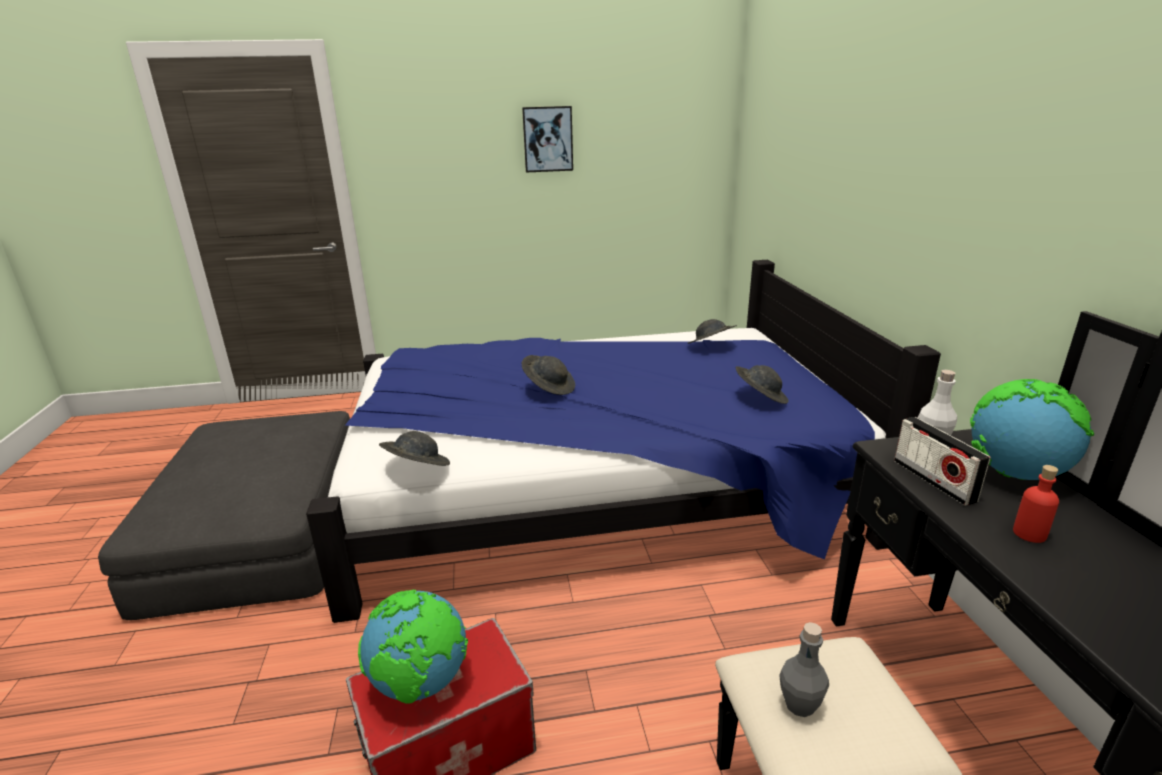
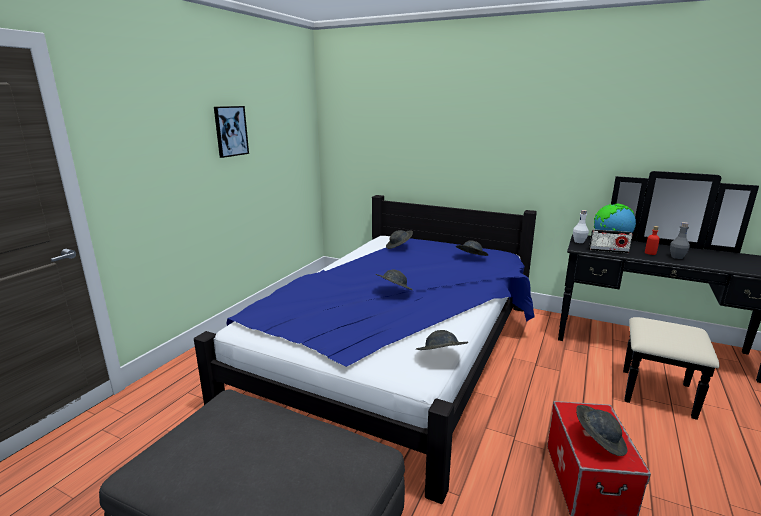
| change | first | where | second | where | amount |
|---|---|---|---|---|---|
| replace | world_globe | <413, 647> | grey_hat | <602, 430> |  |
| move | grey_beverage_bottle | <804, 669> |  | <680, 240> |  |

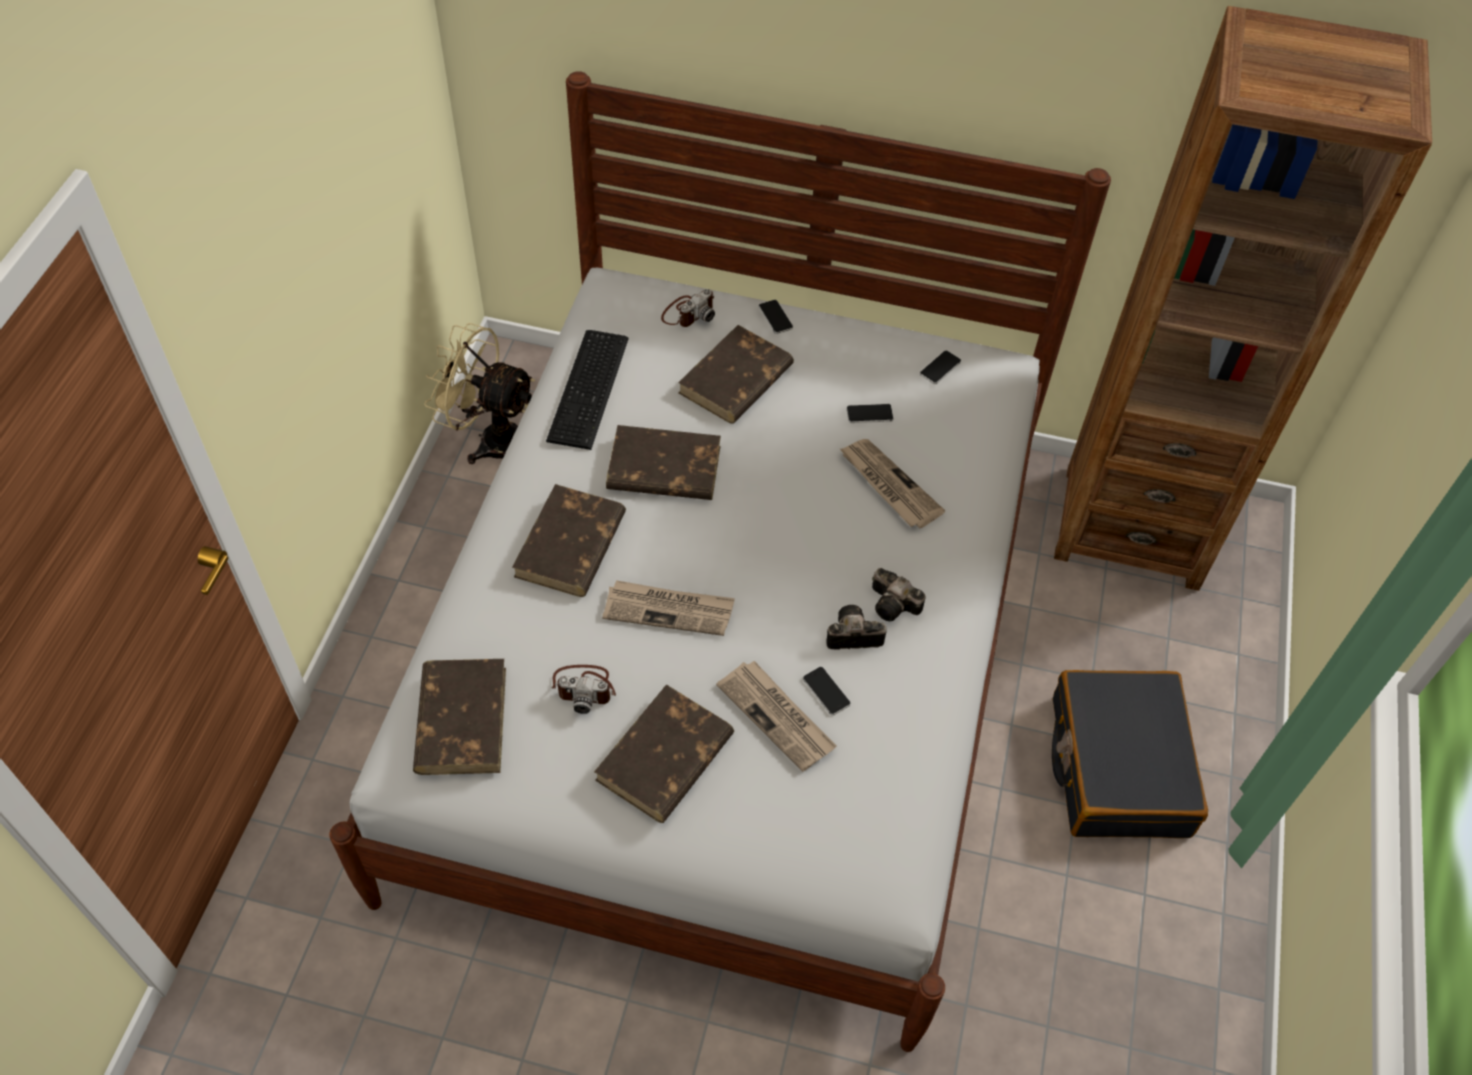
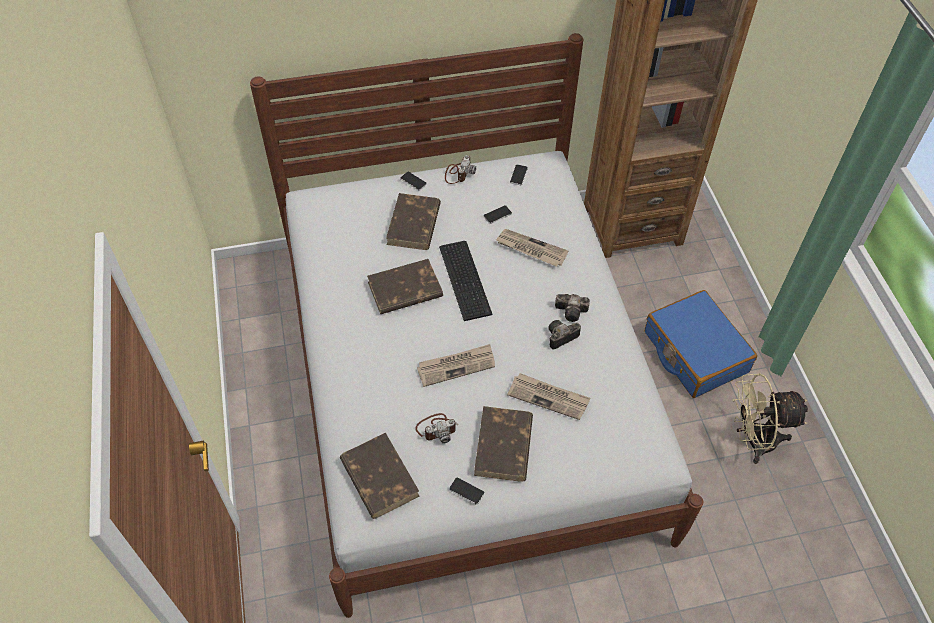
| change | first | where | second | where | amount |
|---|---|---|---|---|---|
| move | PC_keyboard | <587, 390> |  | <466, 281> |  |
| move | photo_camera | <688, 308> |  | <460, 169> |  |
| move | handset | <827, 691> |  | <467, 491> |  |
| recolor | black_travel_case | <1130, 754> | blue_travel_case | <701, 344> |  |
| move | beige-coloured_electric_fan | <479, 393> |  | <770, 418> |  |
| delete | brown-coloured_book | <569, 540> |  |  |  |

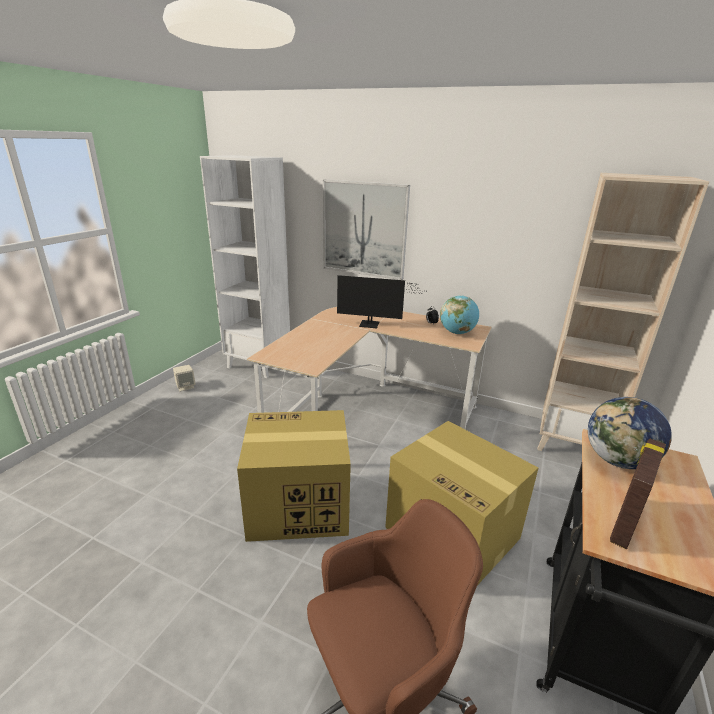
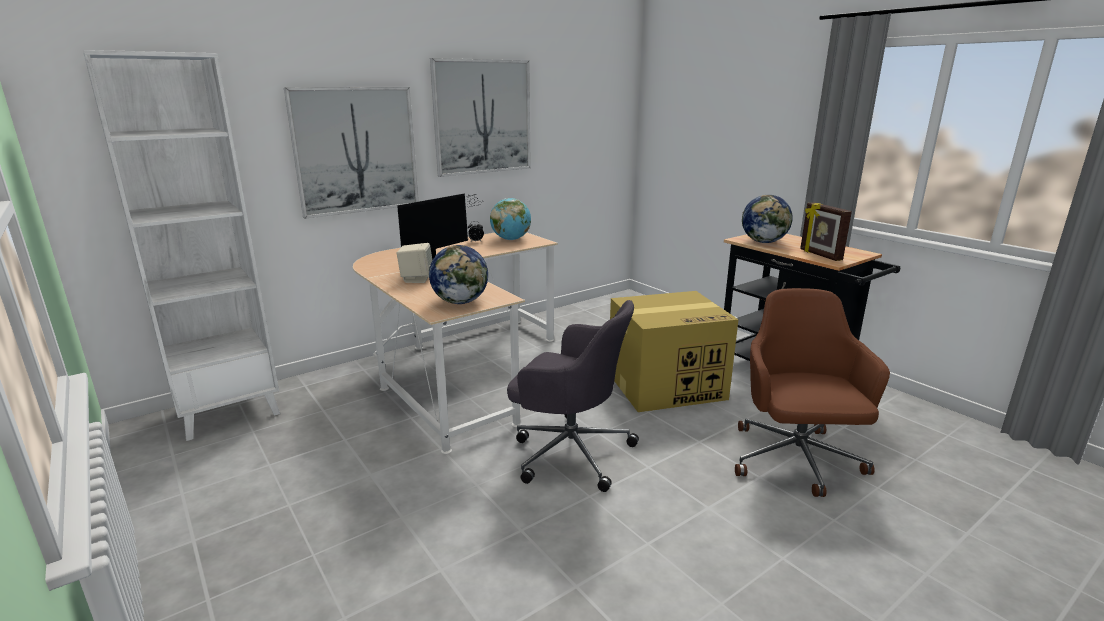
| change | first | where | second | where | amount |
|---|---|---|---|---|---|
| move | beige-coloured_audio_speaker | <184, 378> |  | <414, 263> |  |
| insert |  |  | world_globe | <458, 274> |  |
| insert |  |  | wall_art | <480, 117> |  |
| replace | packing_box | <294, 476> | grey_computer_chair | <573, 396> |  |
| delete | beige-coloured_bookcase | <623, 312> |  |  |  |

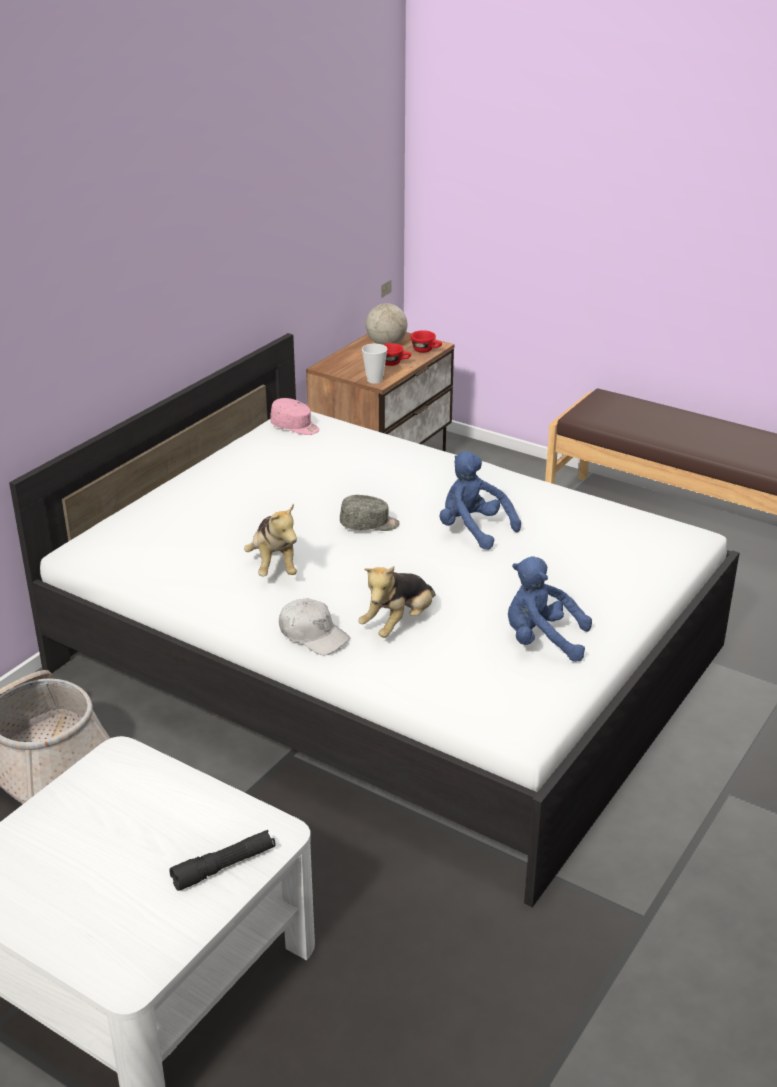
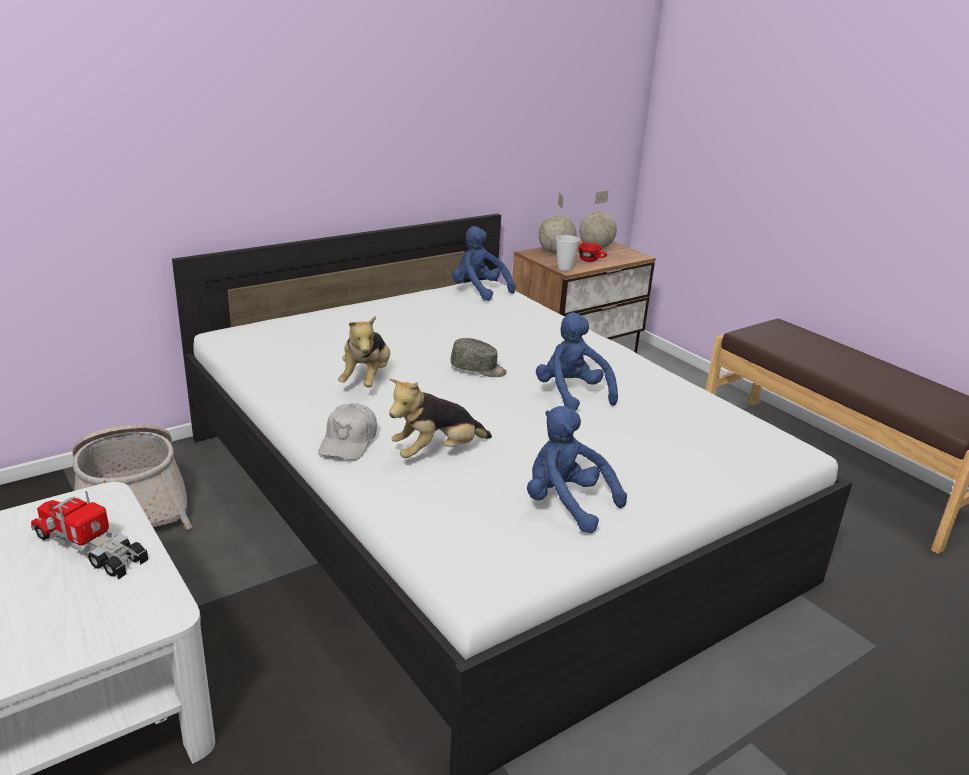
| change | first | where | second | where | amount |
|---|---|---|---|---|---|
| insert |  |  | model_truck | <89, 535> |  |
| rotate | white-coloured_cap | <314, 626> |  | <348, 431> | 45 degrees clockwise |
| replace | pink_cap | <294, 416> | blue_soft_toy | <484, 263> |  |
| insert |  |  | world_globe | <557, 223> |  |
| delete | black_flashlight | <222, 860> |  |  |  |
| delete | reddish_cup | <426, 341> |  |  |  |

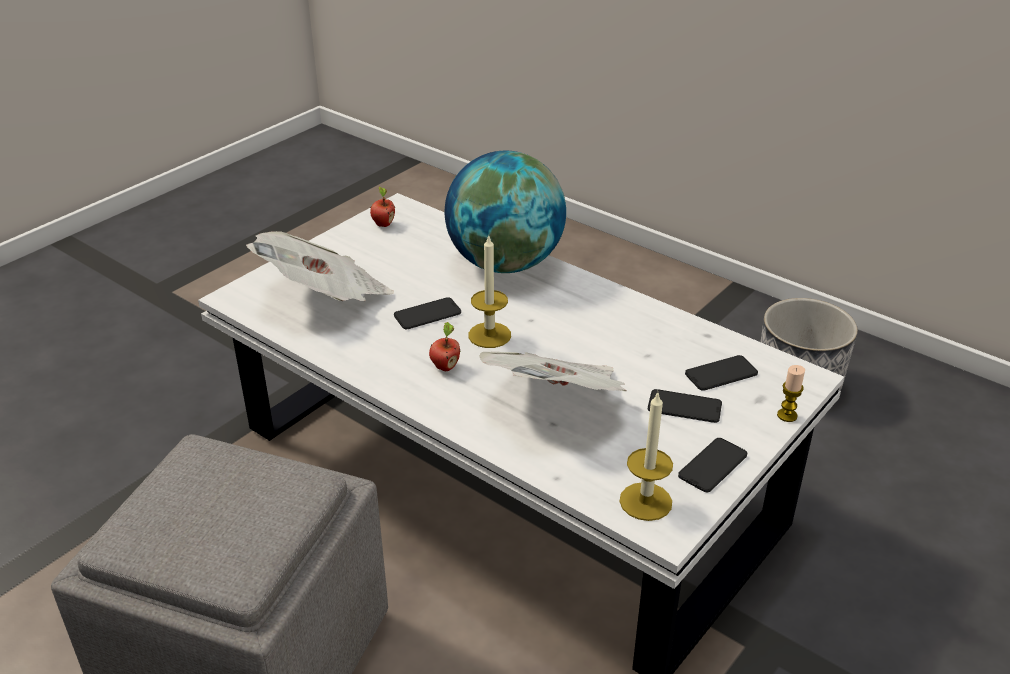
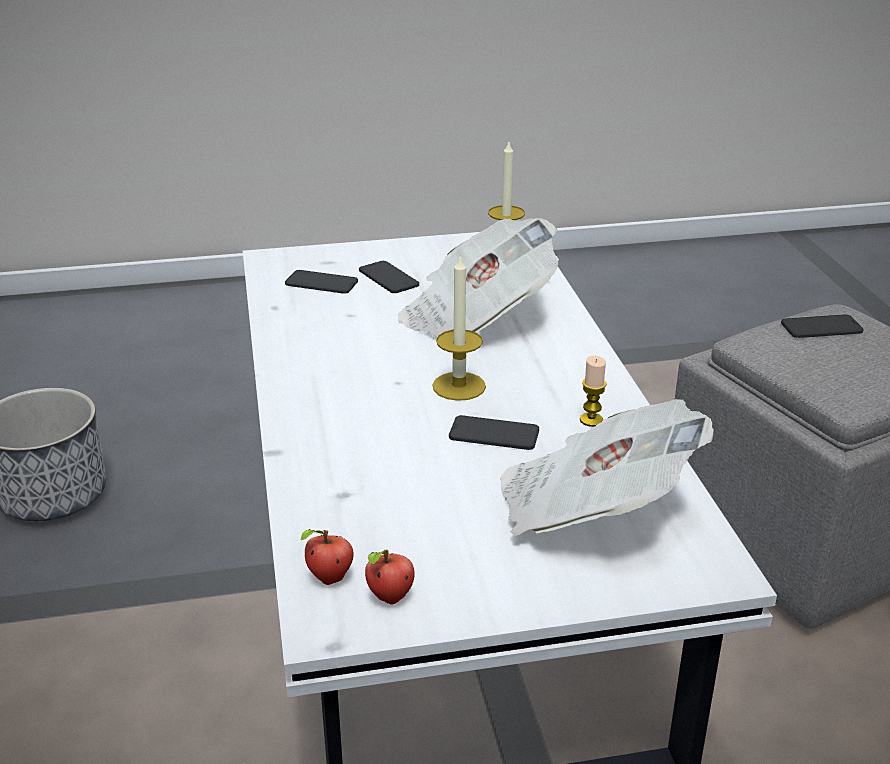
| change | first | where | second | where | amount |
|---|---|---|---|---|---|
| move | apple | <444, 346> |  | <327, 557> |  |
| move | candle | <791, 393> |  | <593, 391> |  |
| move | handset | <712, 465> |  | <822, 326> |  |
| delete | world_globe | <505, 212> |  |  |  |

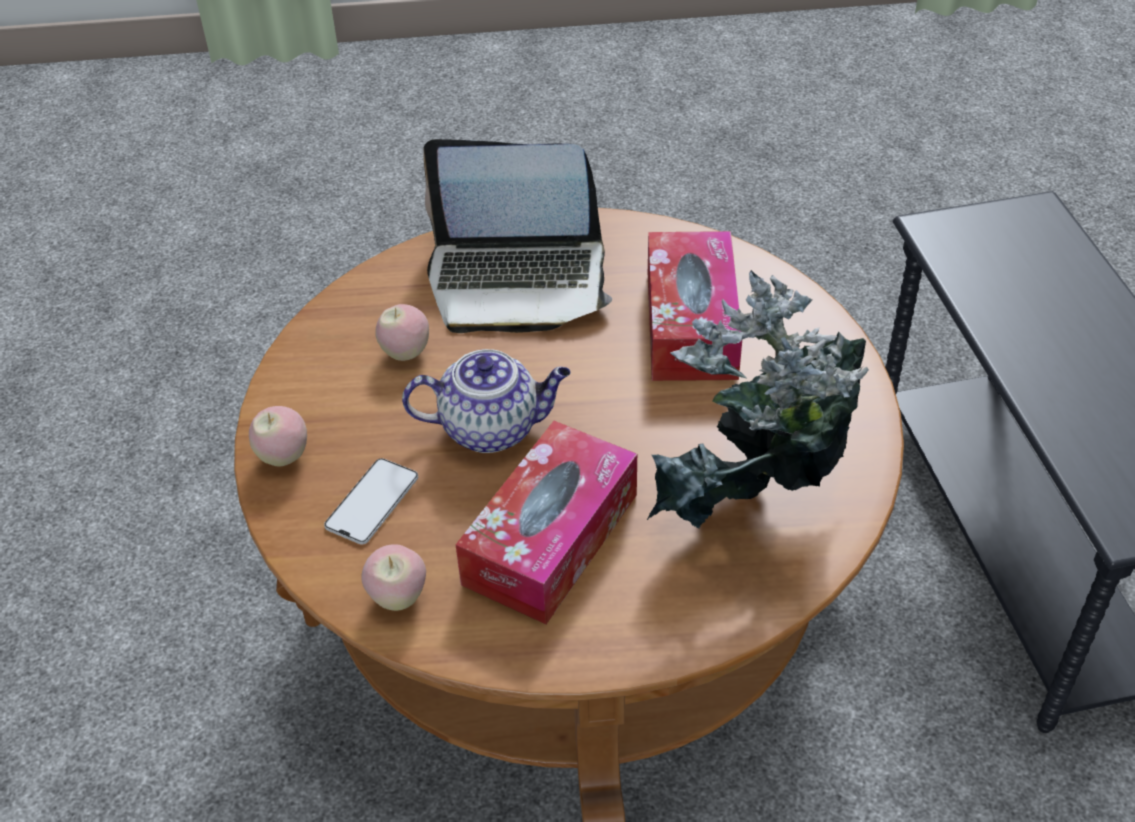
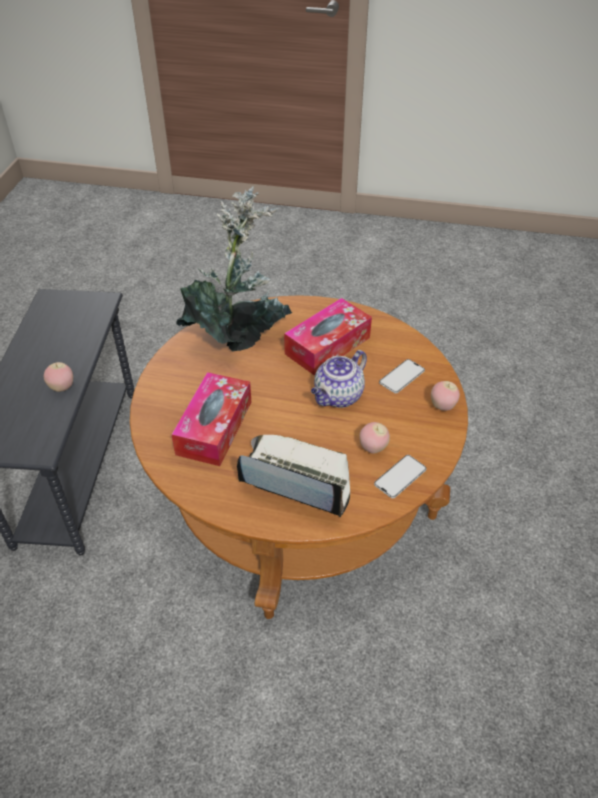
| change | first | where | second | where | amount |
|---|---|---|---|---|---|
| move | apple | <393, 577> |  | <58, 377> |  |
| rotate | teapot | <486, 401> |  | <339, 379> | 60 degrees counterclockwise |
| insert |  |  | handset | <400, 476> |  |

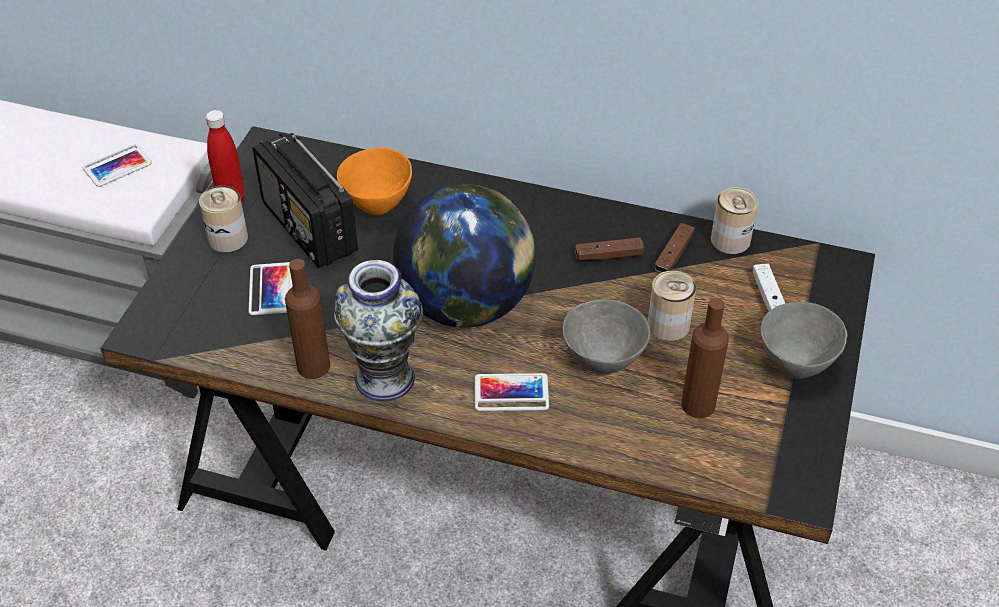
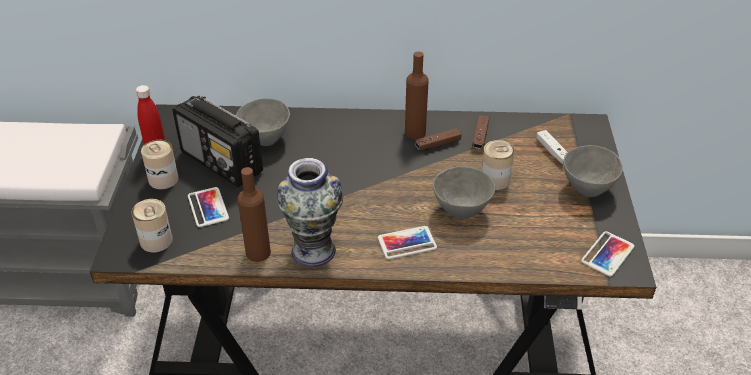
| change | first | where | second | where | amount |
|---|---|---|---|---|---|
| move | metal_can | <734, 220> |  | <152, 225> |  |
| recolor | orange-coloured_serving_bowl | <374, 181> | grey_serving_bowl | <263, 122> |  |
| move | brown-coloured_beverage_bottle | <705, 358> |  | <417, 95> |  |
| move | handset | <117, 165> |  | <608, 254> |  |
| delete | world_globe | <464, 256> |  |  |  |

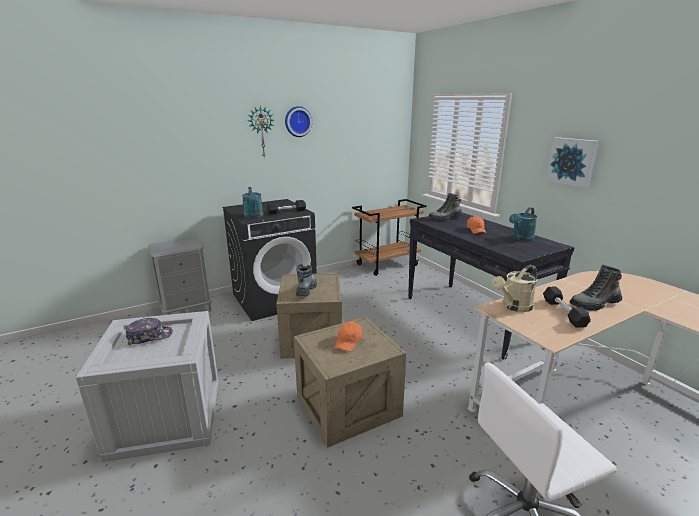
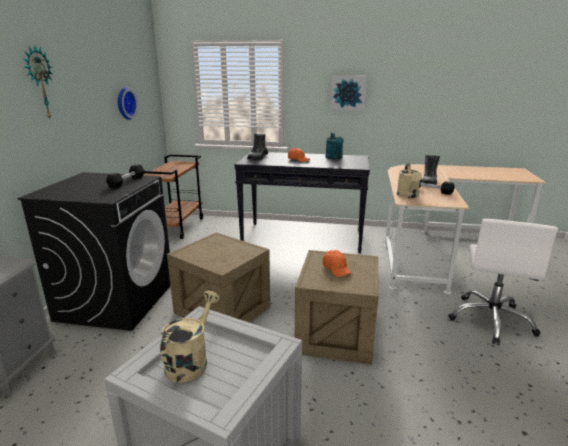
| change | first | where | second | where | amount |
|---|---|---|---|---|---|
| move | hanging_clock | <298, 121> |  | <128, 103> |  |
| replace | cap | <149, 331> | beige-coloured_watering_pot | <190, 337> |  |
| delete | blue-green_watering_pot | <252, 202> |  |  |  |
| delete | boot | <306, 280> |  |  |  |

